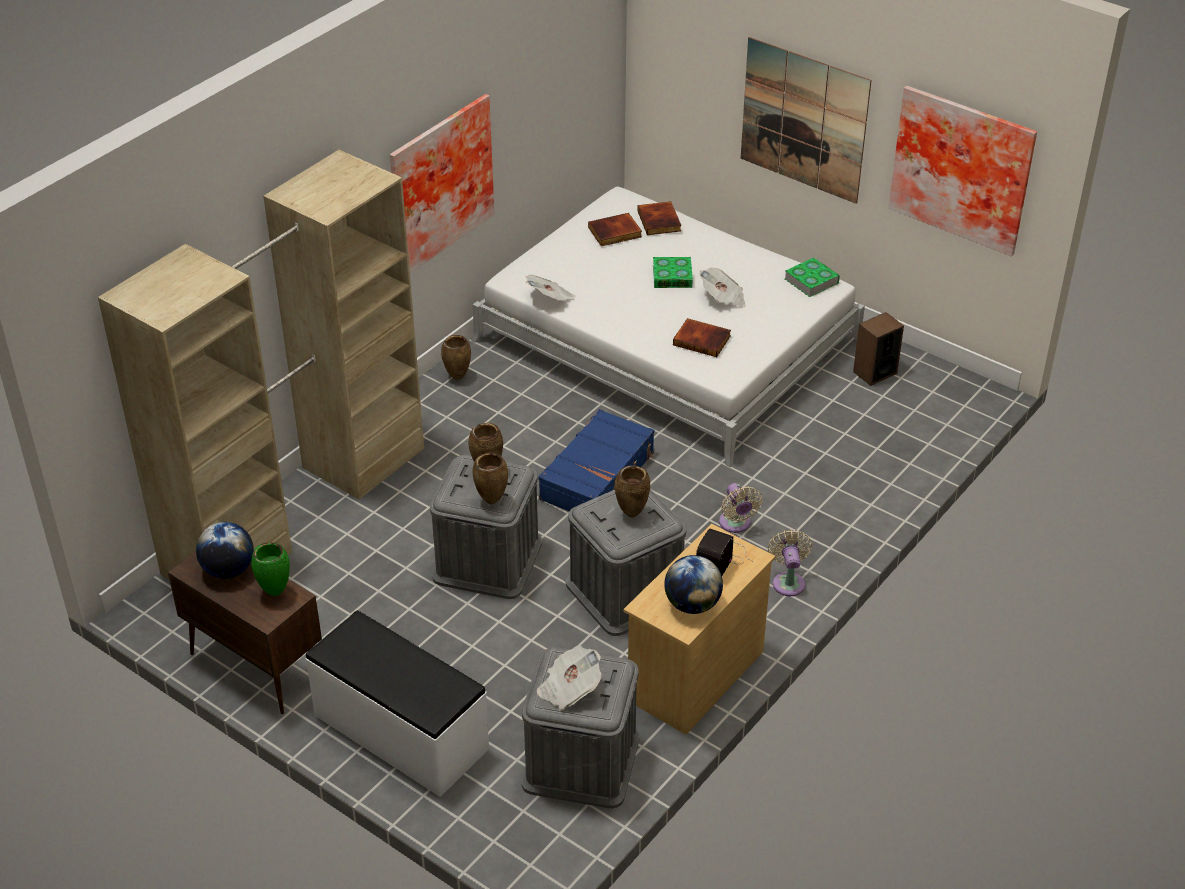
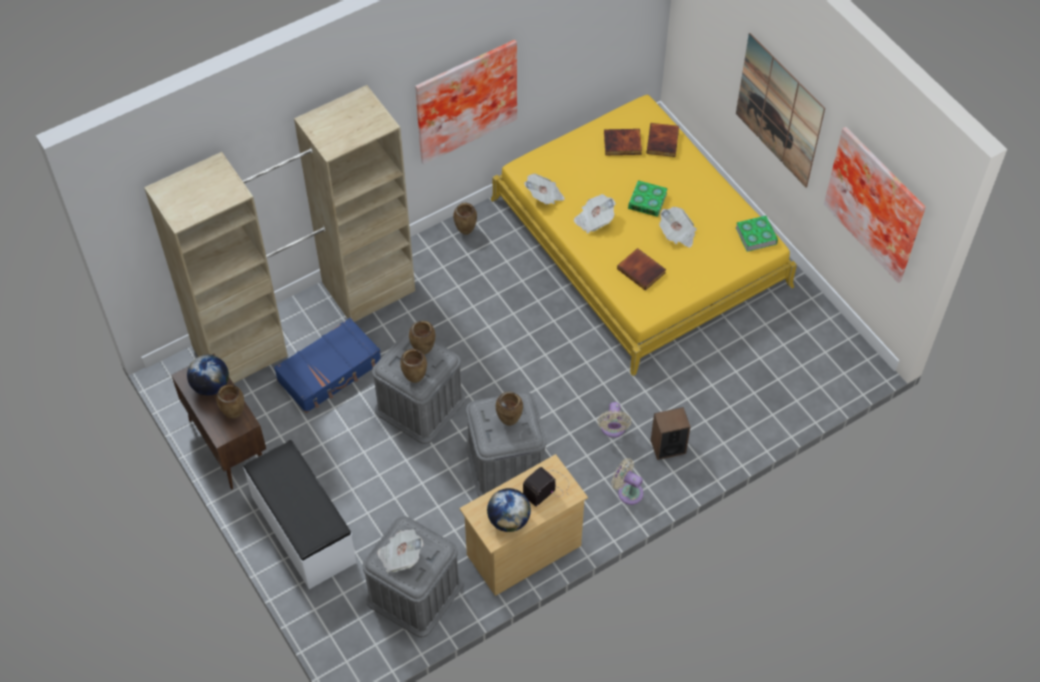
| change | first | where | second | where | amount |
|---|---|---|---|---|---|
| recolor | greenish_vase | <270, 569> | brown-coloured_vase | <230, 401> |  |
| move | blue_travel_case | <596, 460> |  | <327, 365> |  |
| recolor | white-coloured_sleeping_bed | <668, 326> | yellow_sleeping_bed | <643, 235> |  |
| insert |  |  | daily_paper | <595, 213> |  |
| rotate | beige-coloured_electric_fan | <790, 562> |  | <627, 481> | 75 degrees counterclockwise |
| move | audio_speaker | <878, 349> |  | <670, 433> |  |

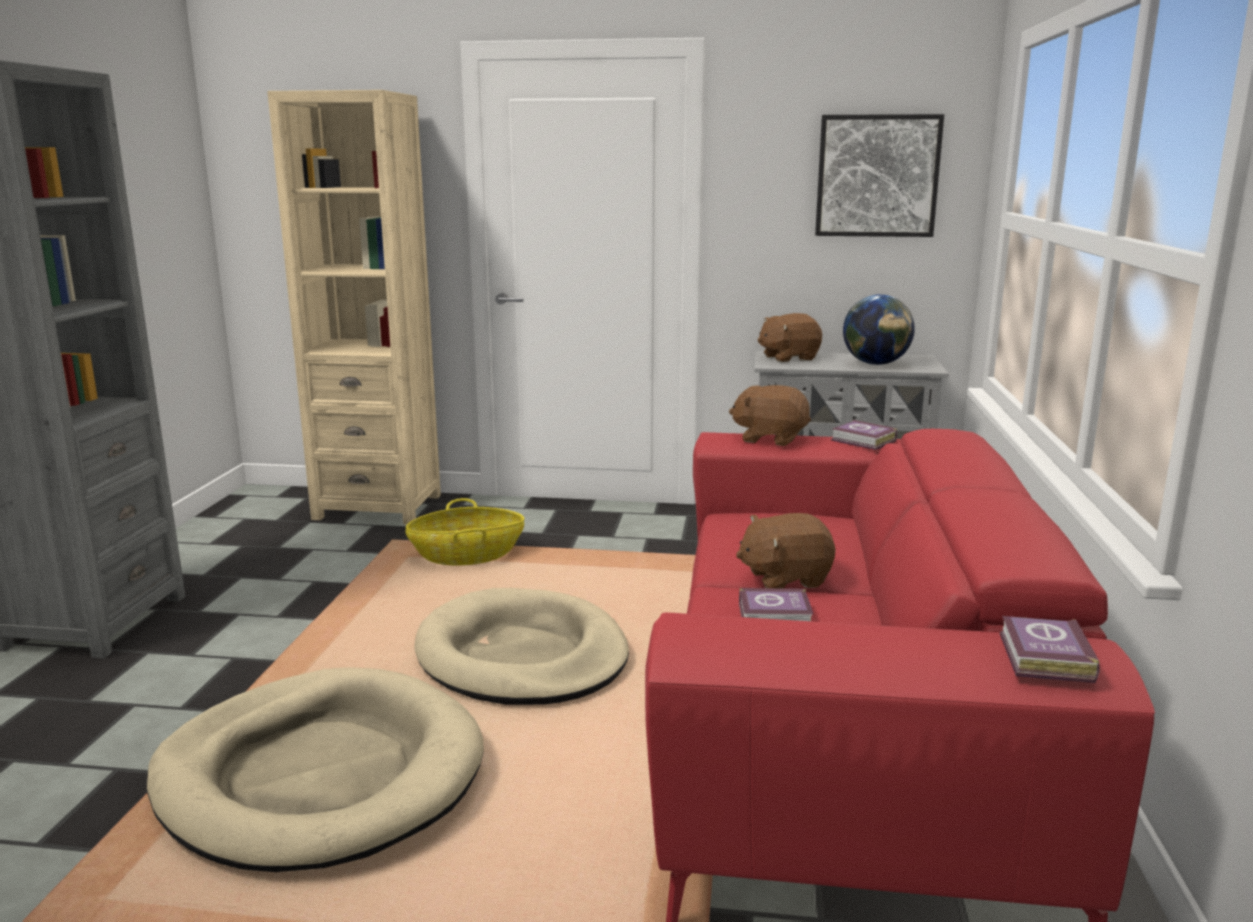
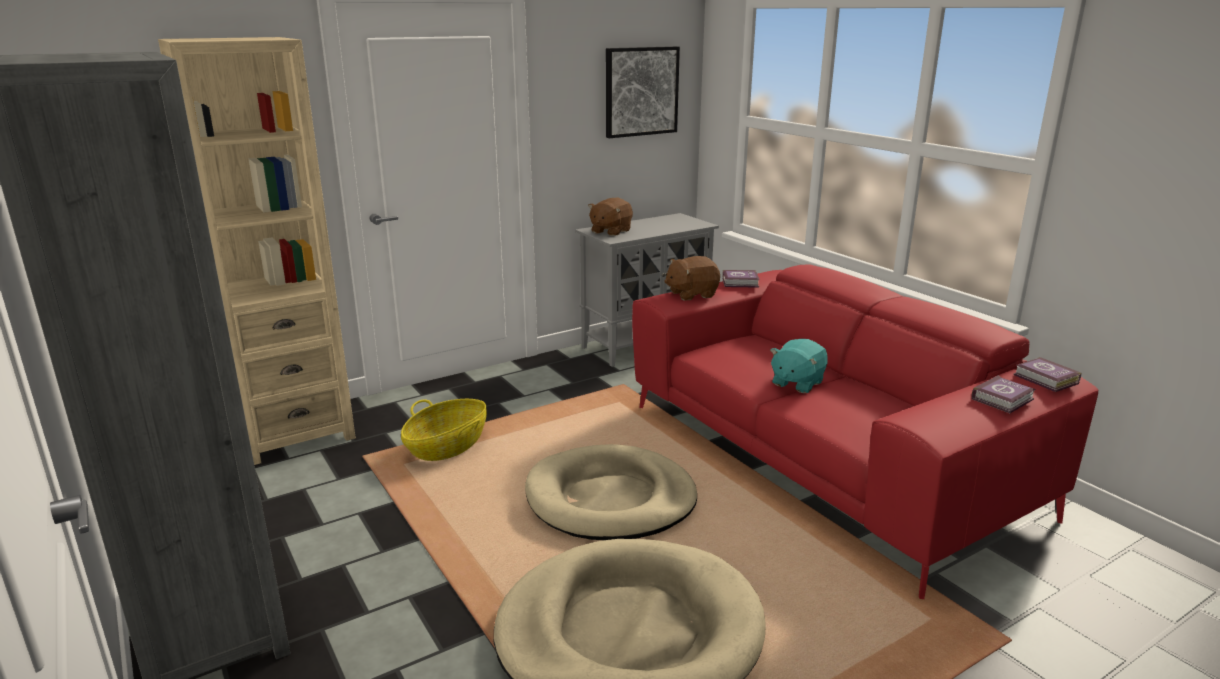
| change | first | where | second | where | amount |
|---|---|---|---|---|---|
| recolor | brown-coloured_soft_toy | <786, 550> | blue-green_soft_toy | <799, 366> |  |
| move | book | <776, 604> |  | <1004, 394> |  |
| delete | world_globe | <879, 329> |  |  |  |

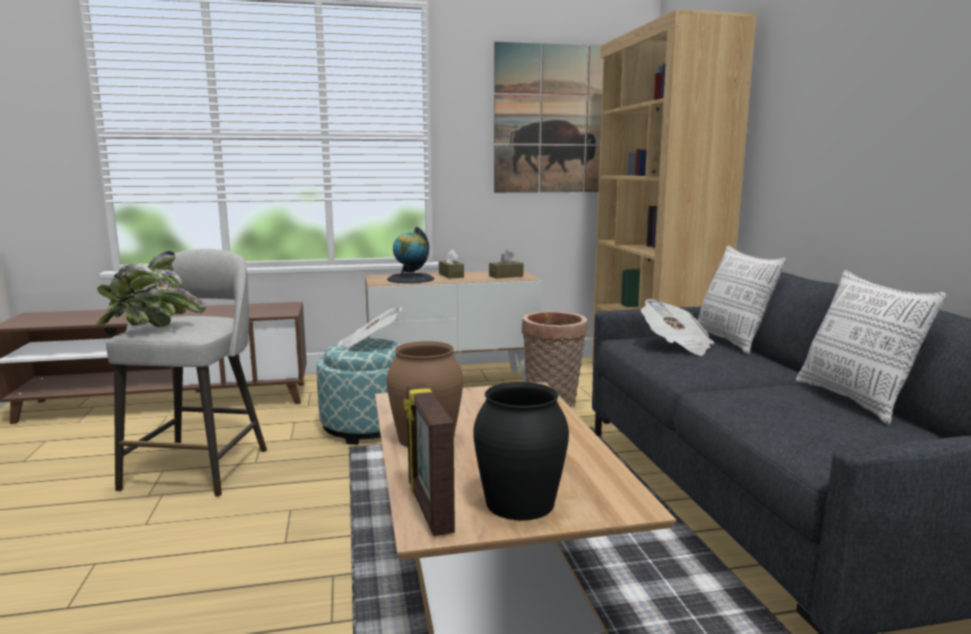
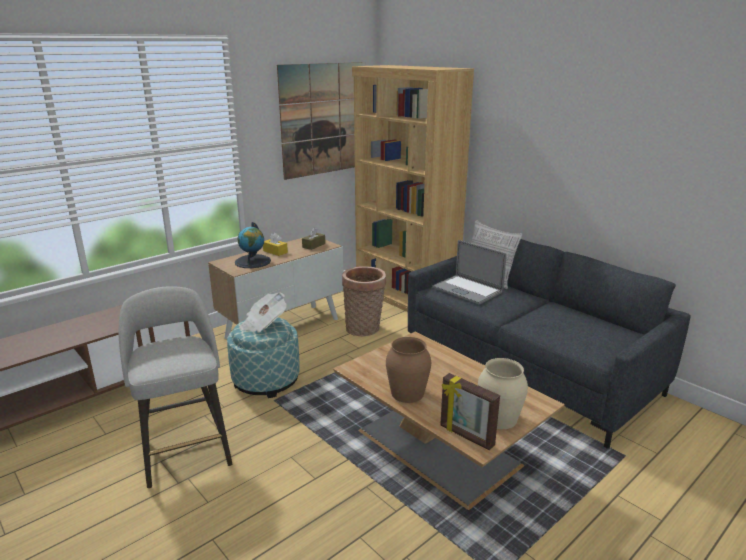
| change | first | where | second | where | amount |
|---|---|---|---|---|---|
| recolor | brown-coloured_tissue_holder | <451, 264> | yellow_tissue_holder | <275, 244> |  |
| replace | daily_paper | <677, 327> | portable_computer | <469, 272> |  |
| recolor | black_vase | <521, 451> | beige-coloured_vase | <503, 393> |  |
| delete | potted_plant | <151, 289> |  |  |  |
| delete | pillow | <871, 347> |  |  |  |

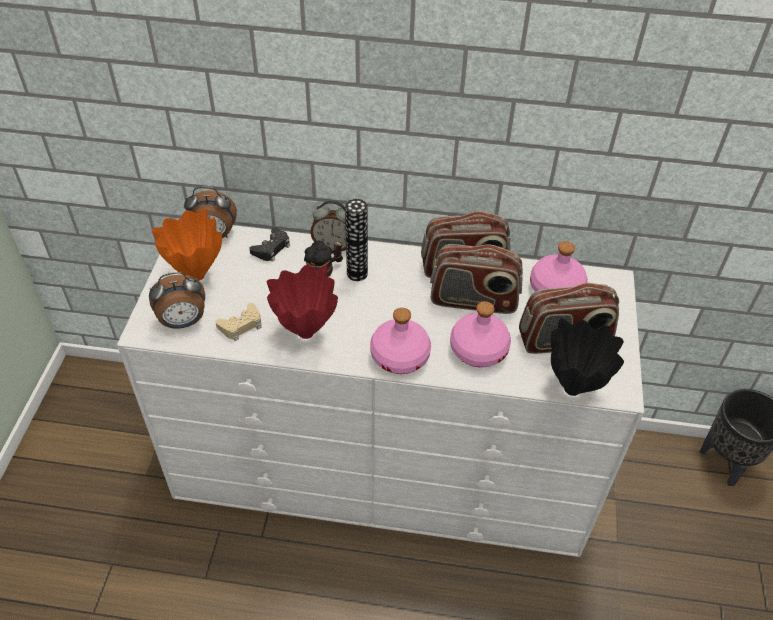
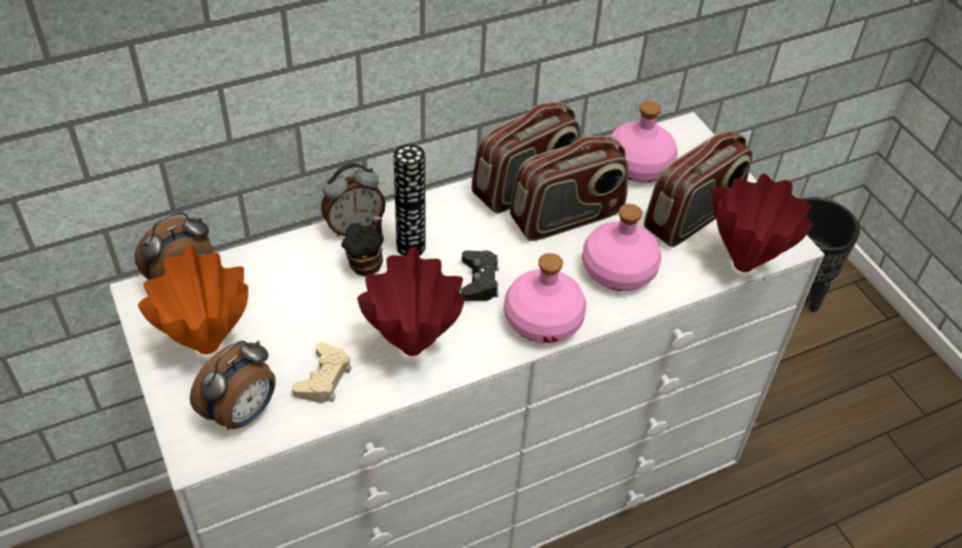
| change | first | where | second | where | amount |
|---|---|---|---|---|---|
| move | black_gamepad | <269, 244> |  | <479, 275> |  |
| recolor | black_vase | <587, 357> | reddish_vase | <762, 223> |  |

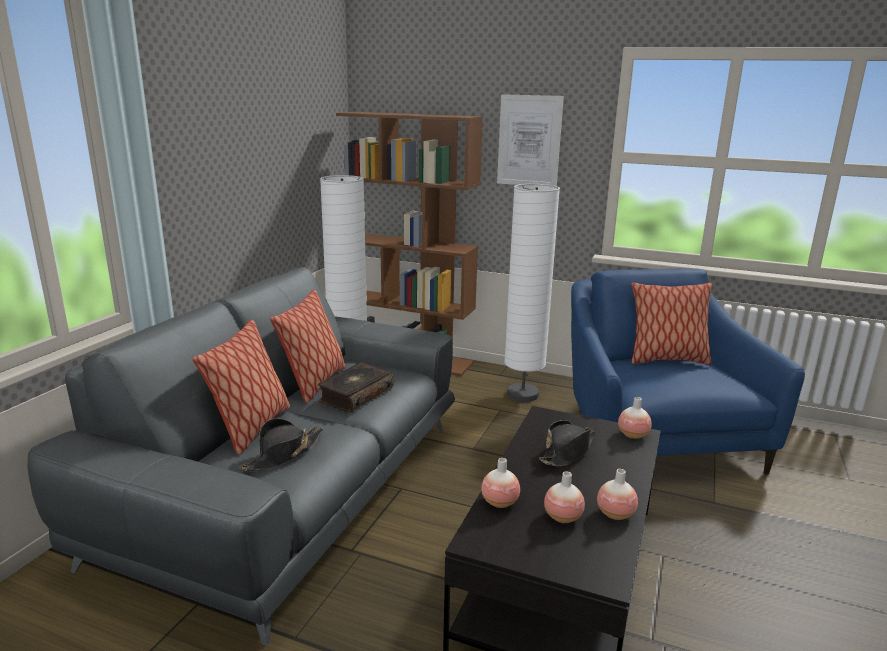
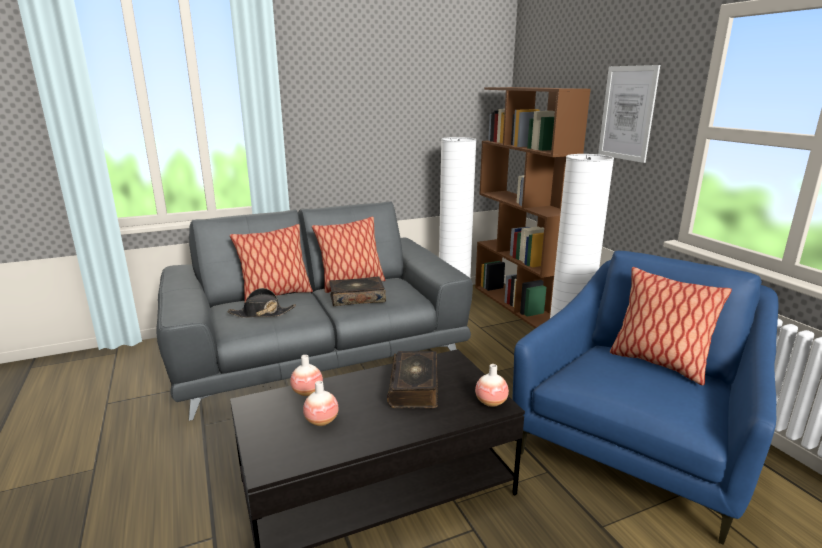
| change | first | where | second | where | amount |
|---|---|---|---|---|---|
| replace | black_hat | <567, 443> | book | <412, 379> |  |
| delete | vase | <617, 494> |  |  |  |

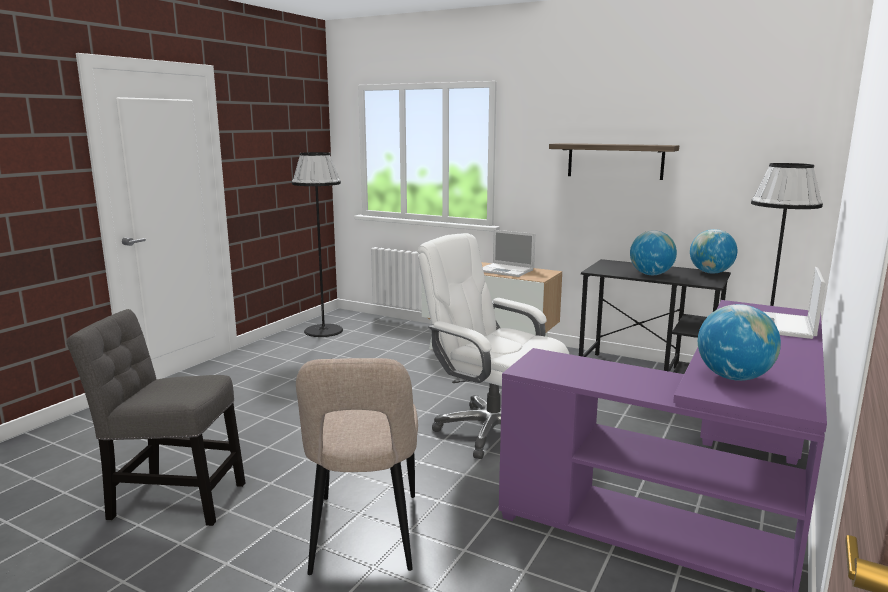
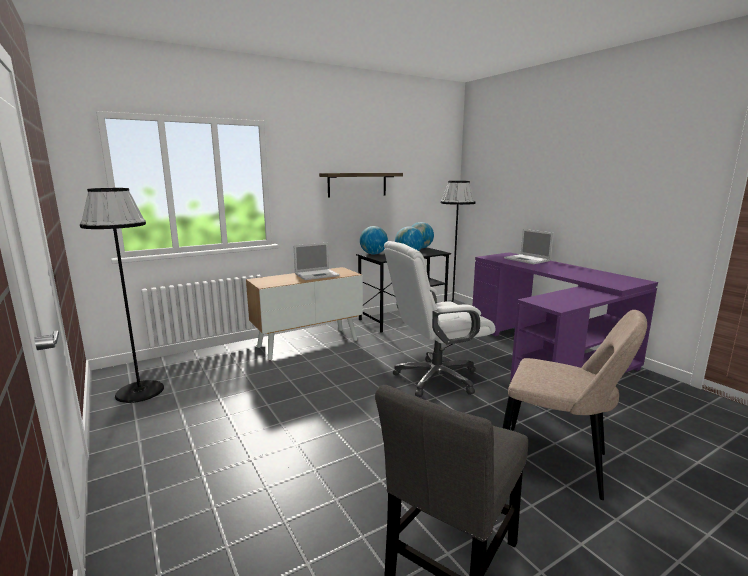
| change | first | where | second | where | amount |
|---|---|---|---|---|---|
| move | world_globe | <739, 342> |  | <374, 240> |  |

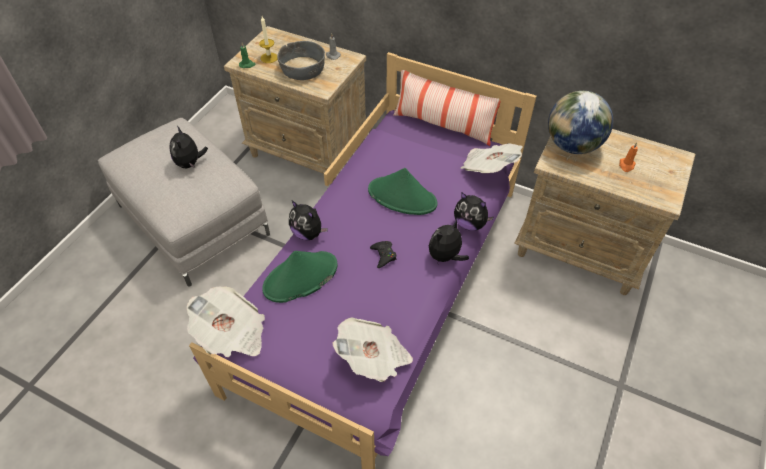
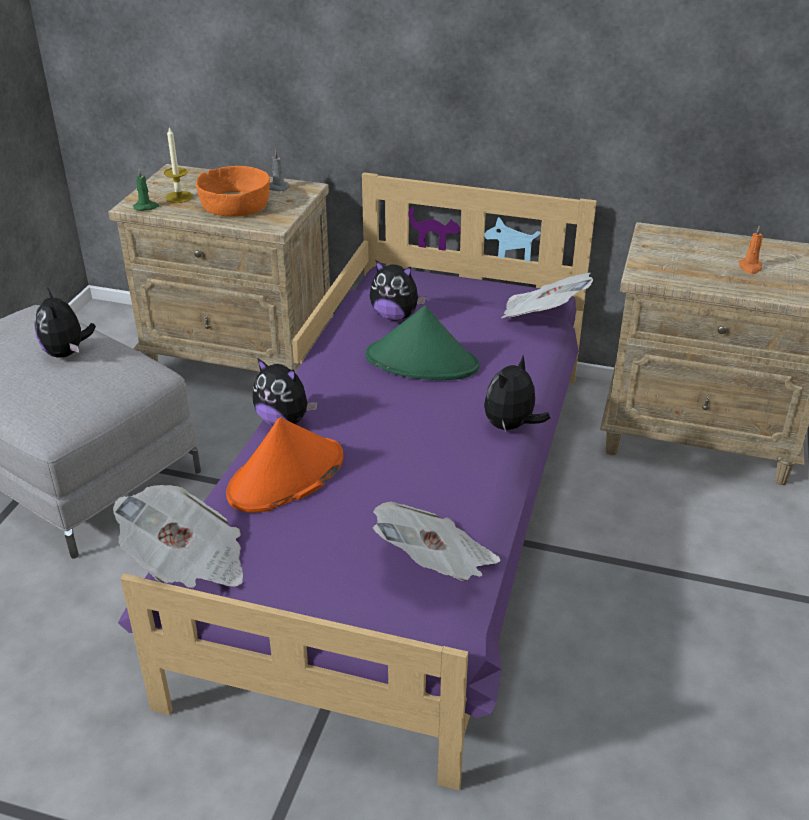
| change | first | where | second | where | amount |
|---|---|---|---|---|---|
| recolor | grey_serving_bowl | <301, 60> | orange-coloured_serving_bowl | <233, 191> |  |
| recolor | greenish_hat | <300, 277> | orange-coloured_hat | <284, 465> |  |
| move | soft_toy | <473, 211> |  | <398, 290> |  |
| delete | black_gamepad | <383, 254> |  |  |  |
| delete | pillow | <447, 108> |  |  |  |
| delete | world_globe | <580, 122> |  |  |  |

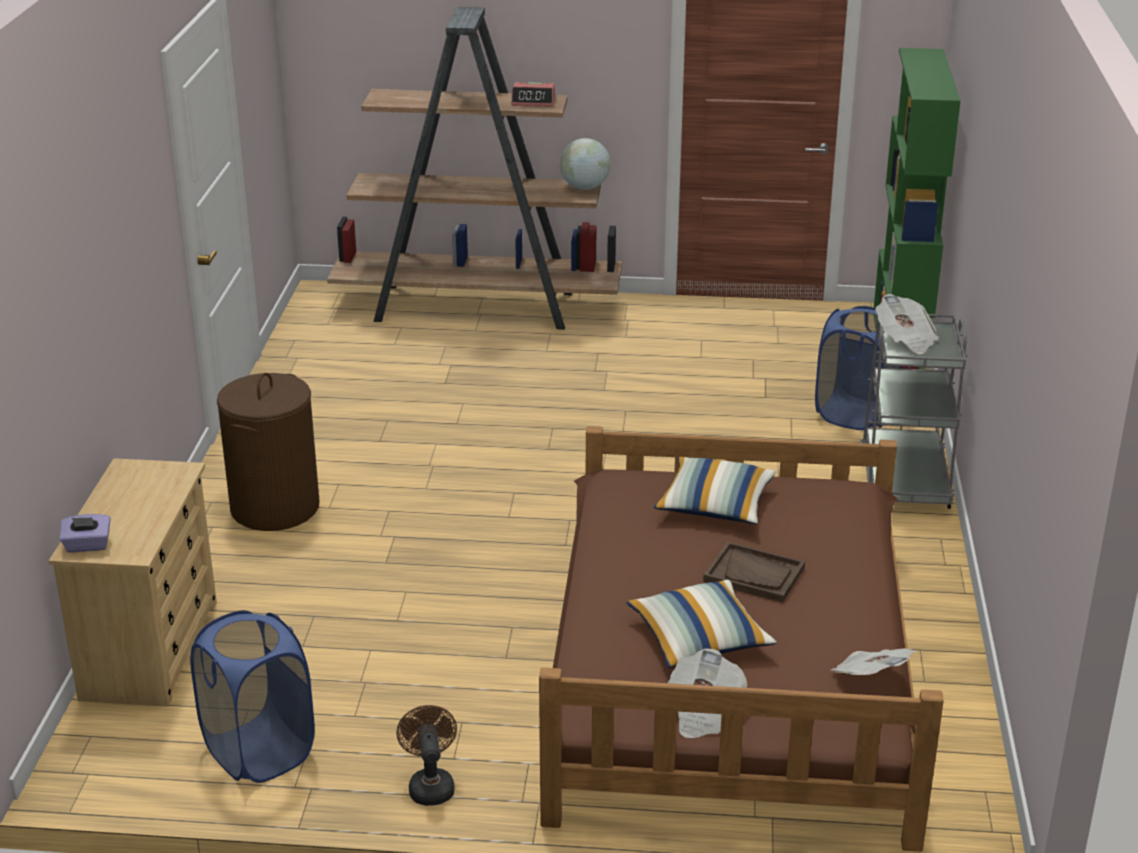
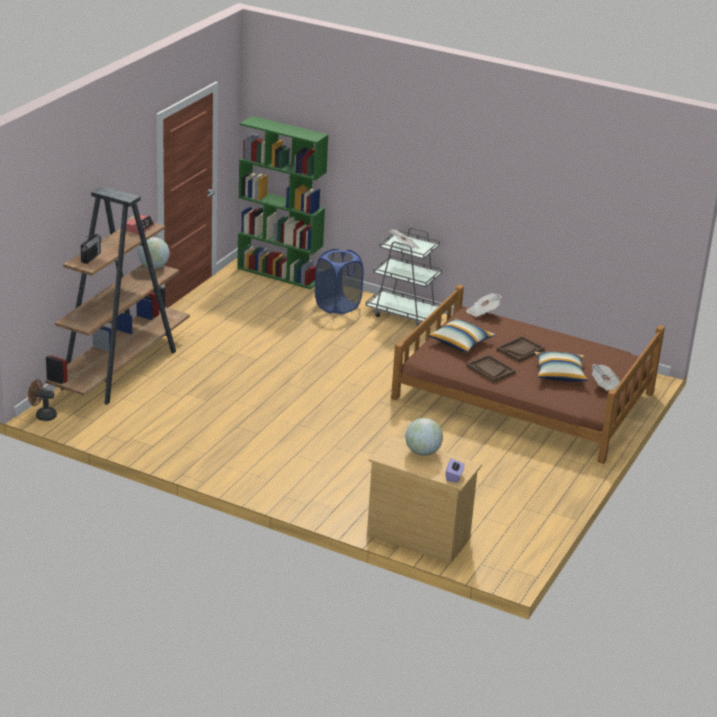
| change | first | where | second | where | amount |
|---|---|---|---|---|---|
| move | brown-coloured_electric_fan | <426, 755> |  | <42, 400> |  |
| insert |  |  | radio_receiver | <91, 249> |  |
| insert |  |  | world_globe | <424, 437> |  |
| move | daily_paper | <873, 661> |  | <484, 305> |  |
| insert |  |  | brown-coloured_tray | <491, 369> |  |
| delete | blue_hamper | <252, 696> |  |  |  |
| delete | brown-coloured_hamper | <268, 452> |  |  |  |

